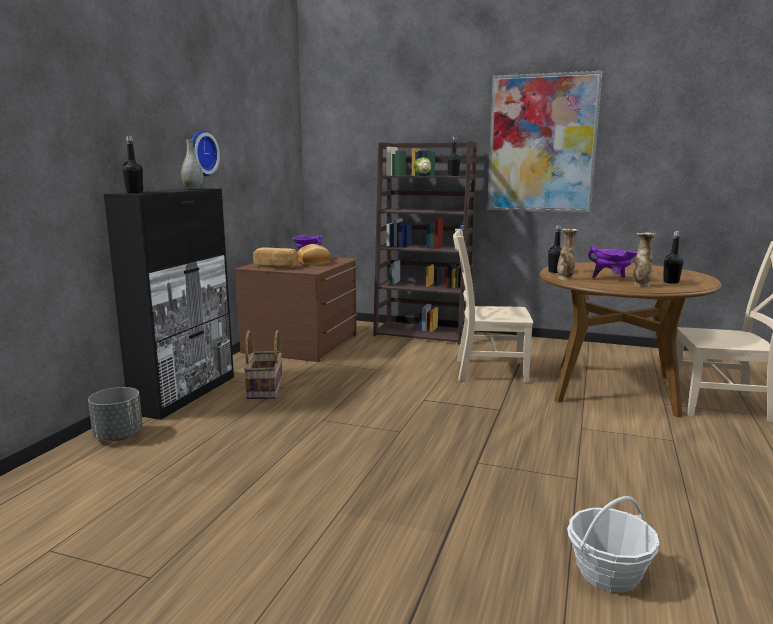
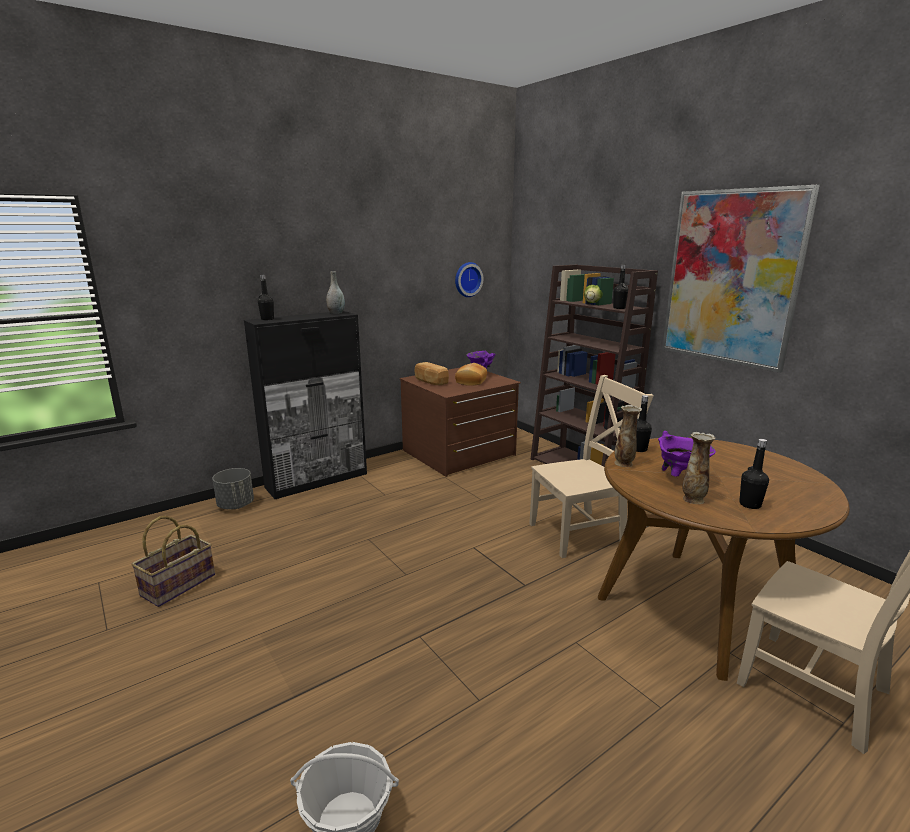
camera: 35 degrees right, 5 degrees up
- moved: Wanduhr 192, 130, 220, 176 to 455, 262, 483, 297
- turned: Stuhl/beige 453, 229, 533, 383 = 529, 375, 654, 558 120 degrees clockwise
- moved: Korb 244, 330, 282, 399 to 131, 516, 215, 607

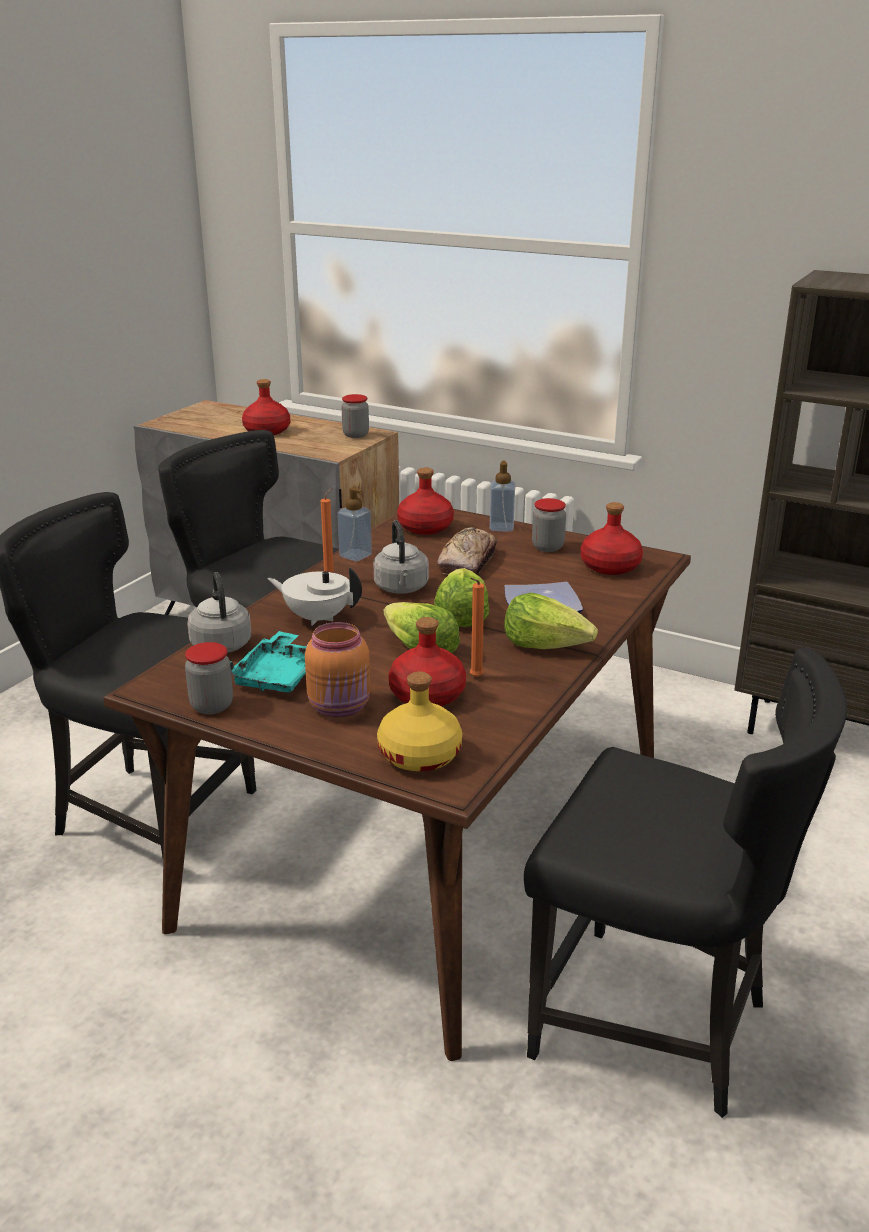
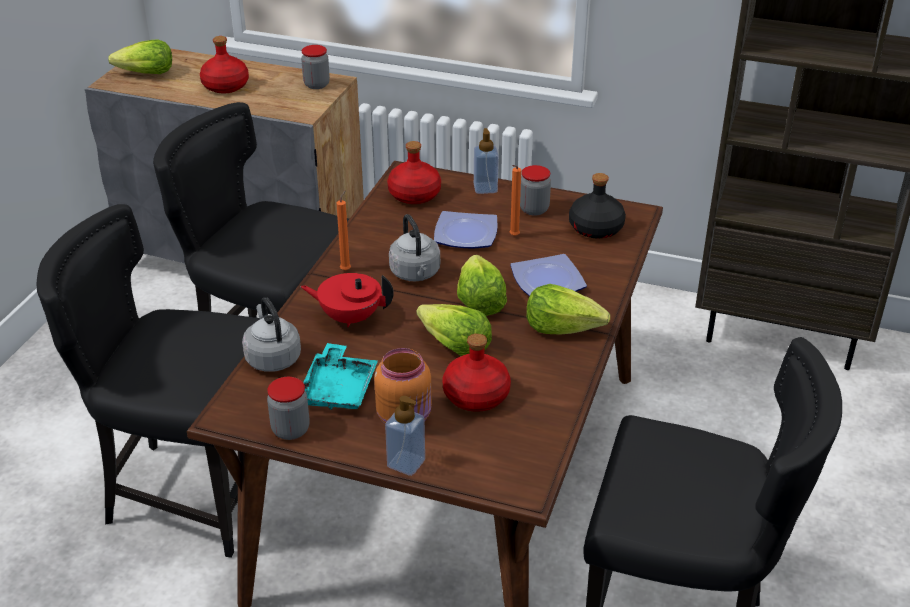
camera: 10 degrees left, 10 degrees up
- moved: Seifenspender 337, 487, 372, 562 to 385, 396, 425, 476
- recoloured: Flasche/rot 581, 502, 643, 575 to Flasche/schwarz 569, 173, 626, 238
- replaced: Brot 437, 527, 498, 575 to Teller 434, 211, 498, 249
- recoloured: Teekanne/weiß 267, 568, 362, 626 to Teekanne/rot 300, 273, 394, 327
- moved: Kerze/orange 470, 578, 484, 677 to 509, 165, 521, 236
- removed: Flasche/gelb 377, 671, 462, 771
- added: Salatkopf 108, 40, 172, 74

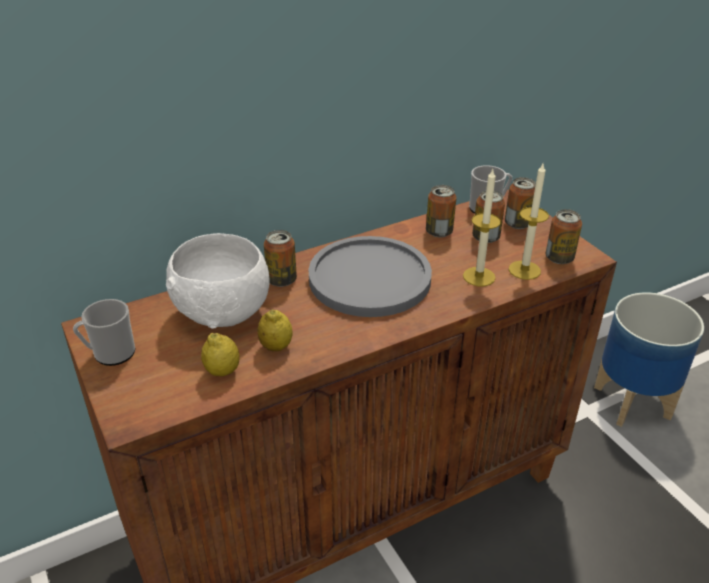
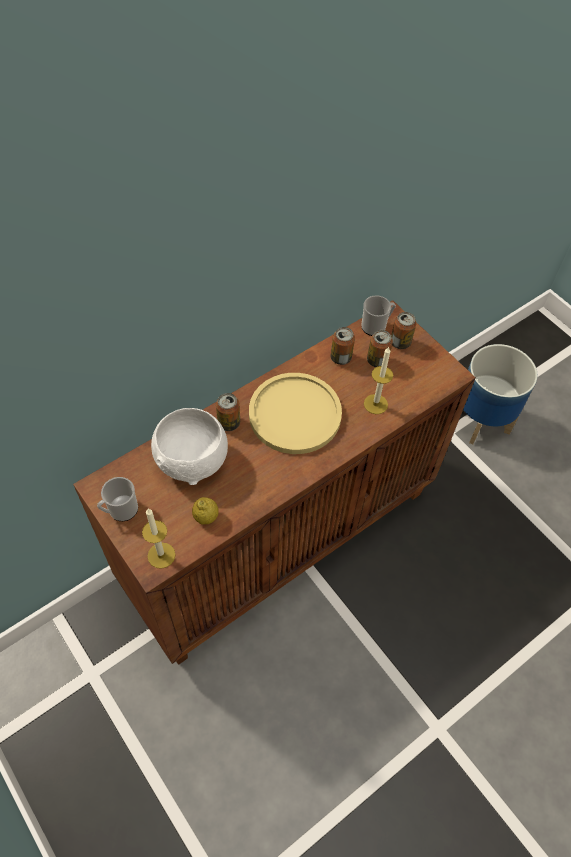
camera: 10 degrees left, 20 degrees up
- moved: Kerze 509, 164, 549, 280 to 142, 509, 176, 569
- removed: Dose 546, 209, 582, 264
- recoloured: Teller/grau 309, 236, 432, 317 to Teller/gelb 249, 373, 342, 454
- removed: Zitrone 258, 310, 293, 351

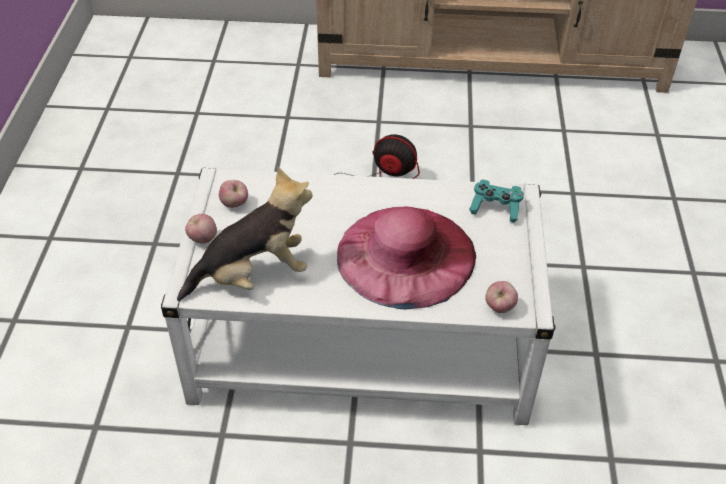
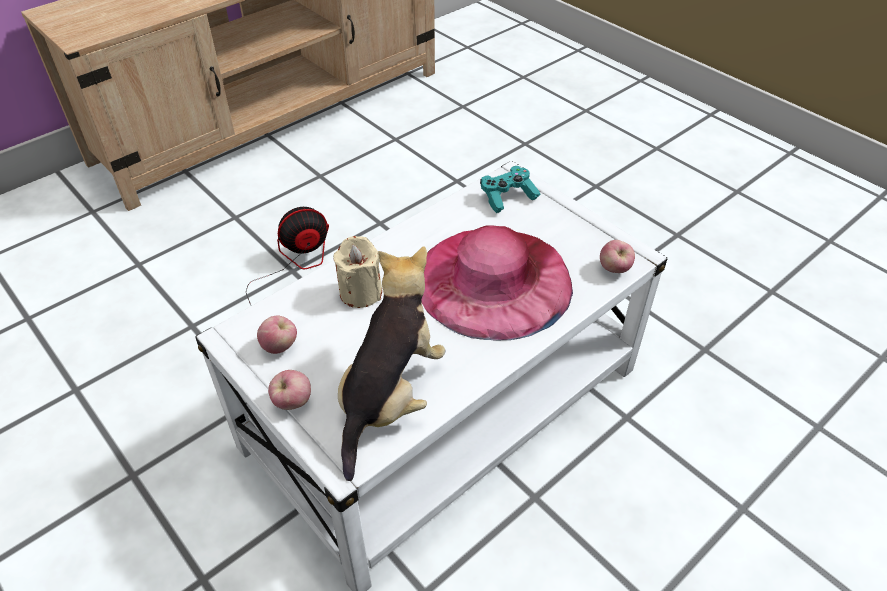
camera: 45 degrees left, 0 degrees up
- added: Kerze/beige 333, 236, 382, 308

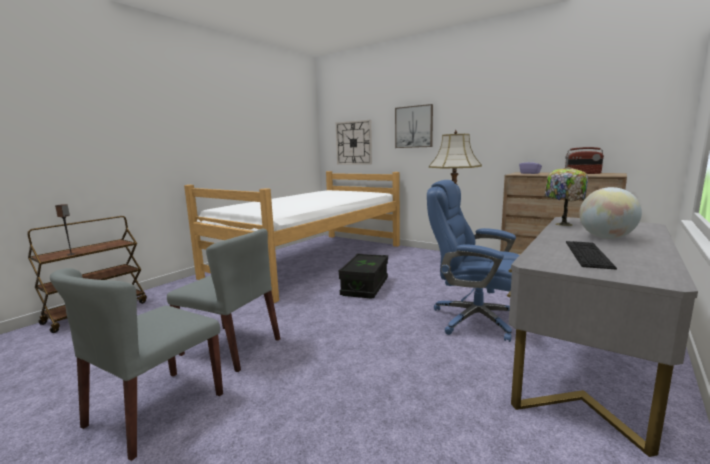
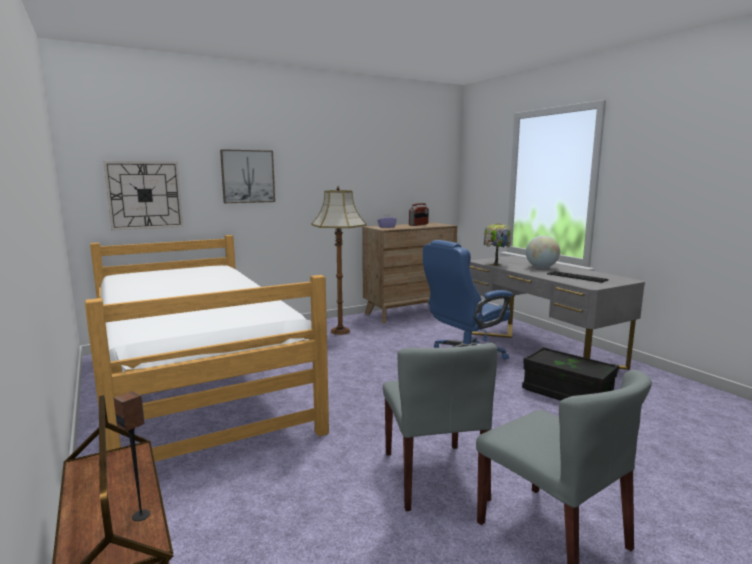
camera: 65 degrees left, 0 degrees up
- turned: Stuhl/grau 167, 228, 280, 372 = 383, 343, 497, 511 120 degrees clockwise
- moved: Aufbewahrungsbox/schwarz 339, 253, 388, 299 to 522, 347, 619, 401

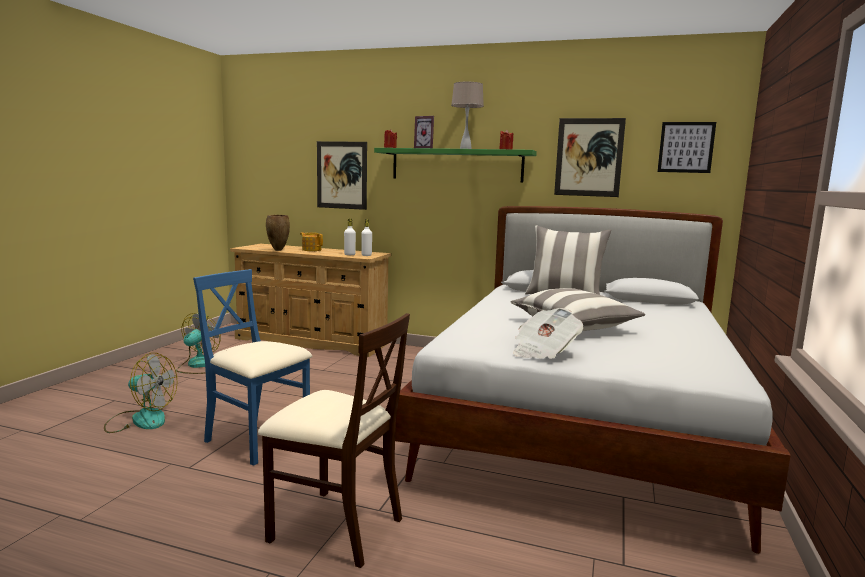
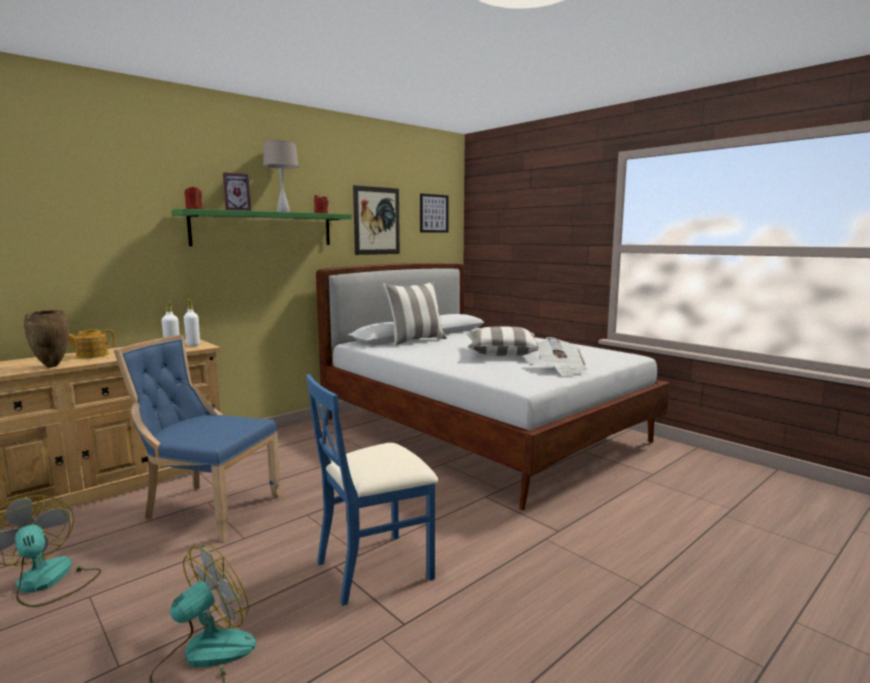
camera: 60 degrees left, 0 degrees up
- removed: Bild 317, 141, 367, 210
- removed: Stuhl/beige 258, 313, 410, 568
- added: Stuhl/blau 114, 335, 282, 542

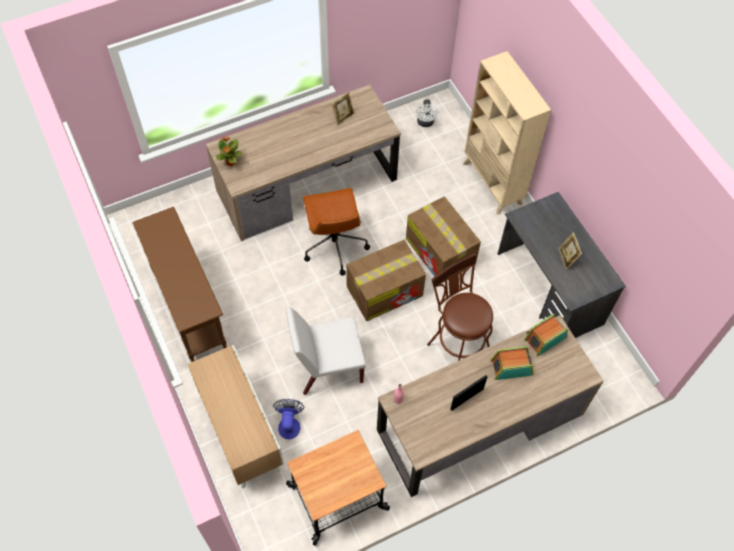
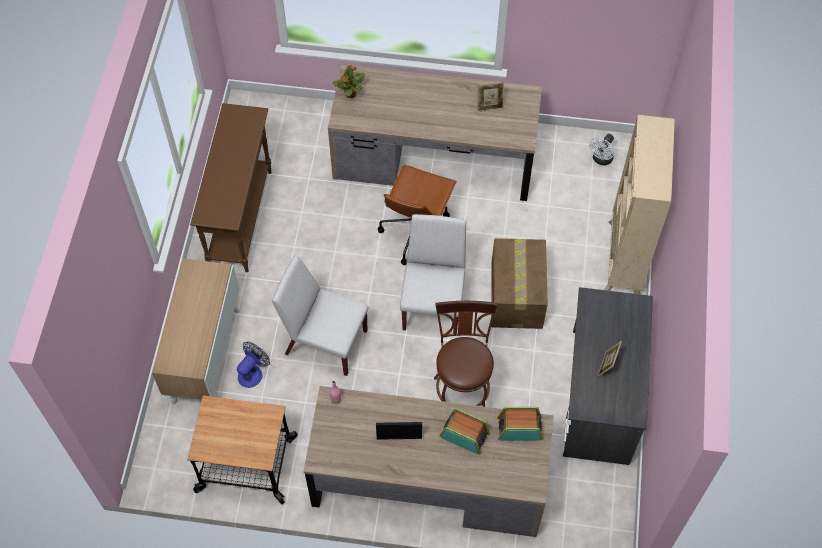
camera: 35 degrees right, 0 degrees up
- replaced: Karton 346, 240, 426, 321 to Stuhl/weiß 400, 214, 466, 333

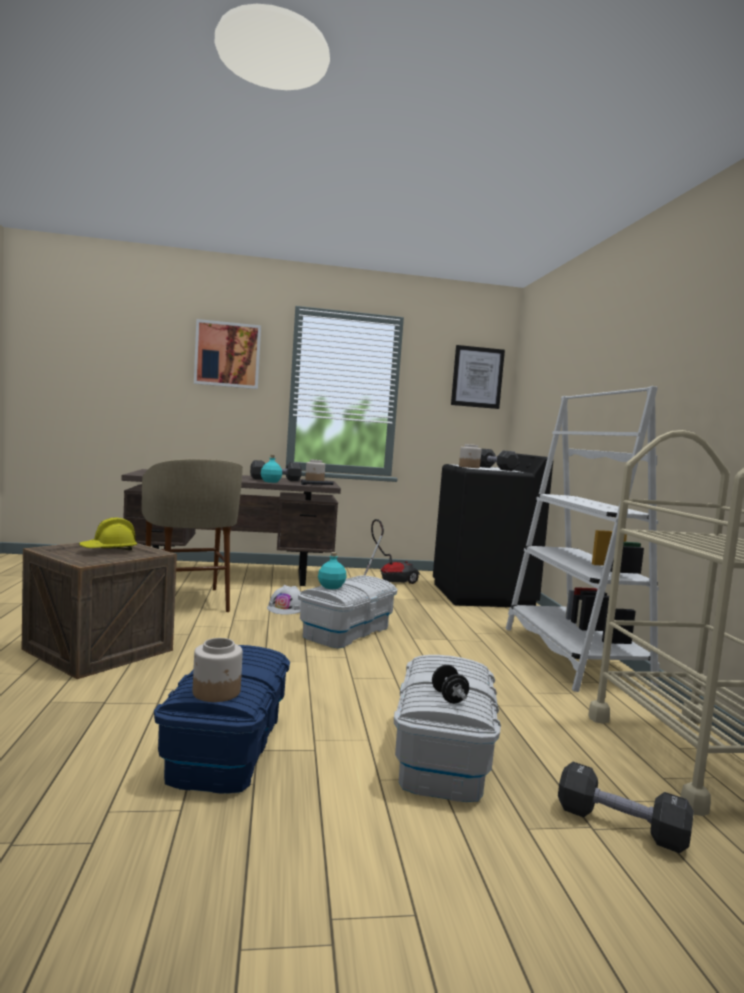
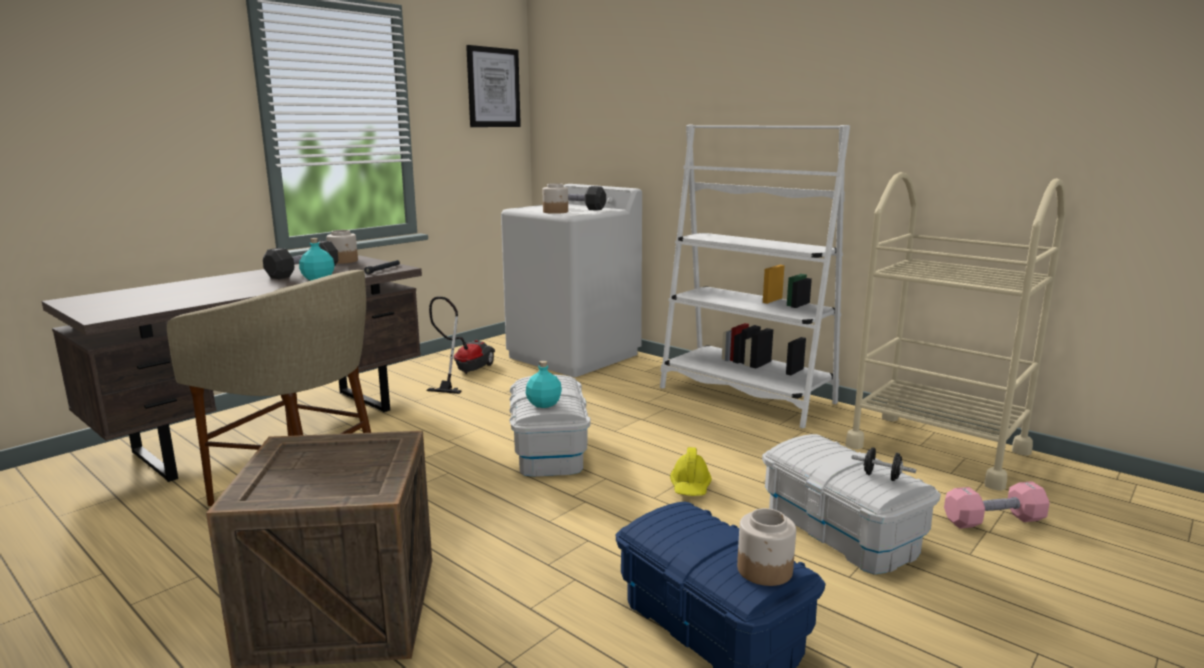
camera: 40 degrees left, 10 degrees up
- removed: Bild 194, 319, 261, 389
- recoloured: Waschmaschine/schwarz 433, 454, 553, 607 to Waschmaschine/weiß 501, 184, 642, 377
- moved: Schutzhelm/gelb 79, 518, 137, 550 to 670, 447, 712, 496
- removed: Schutzhelm/weiß 267, 585, 301, 615
- recoloured: Hantel/schwarz 558, 762, 694, 853 to Hantel/rosa 944, 481, 1050, 529

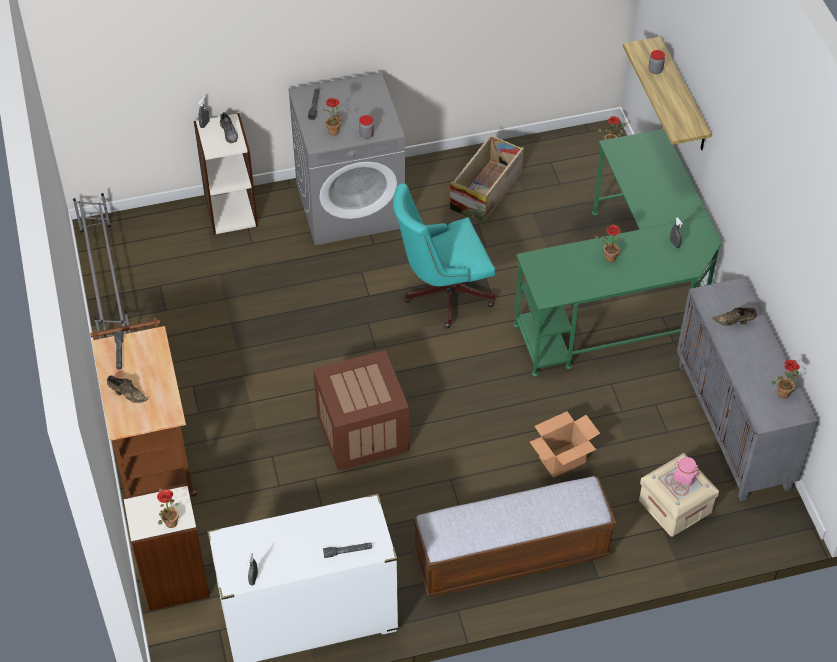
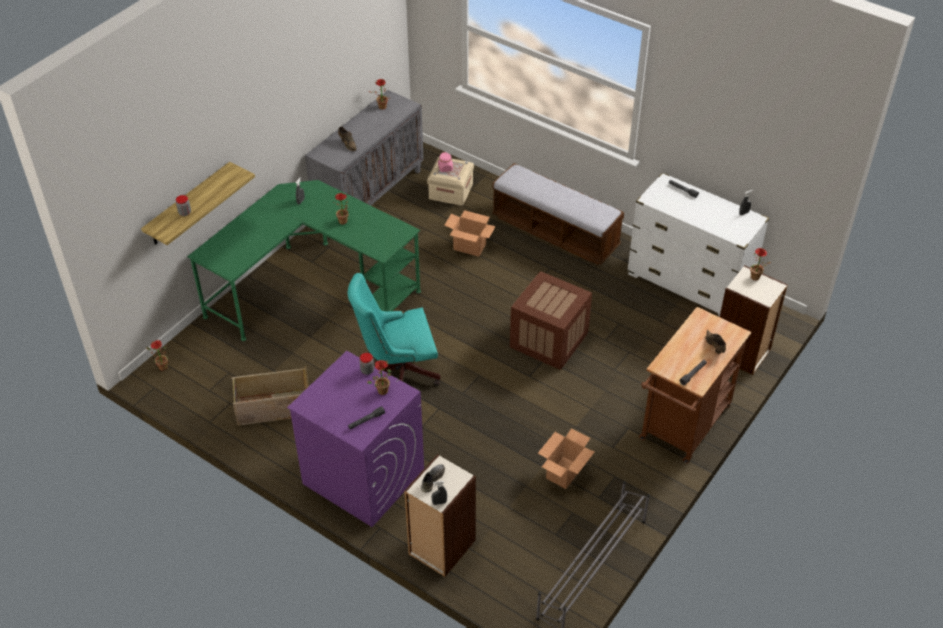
camera: 130 degrees left, 5 degrees down
- recoloured: Waschmaschine/grau 288, 72, 405, 245 to Waschmaschine/lila 287, 351, 424, 527
- turned: Bürostuhl/türkis 393, 183, 495, 328 = 348, 273, 440, 386 135 degrees clockwise
- added: Karton 538, 428, 594, 489

